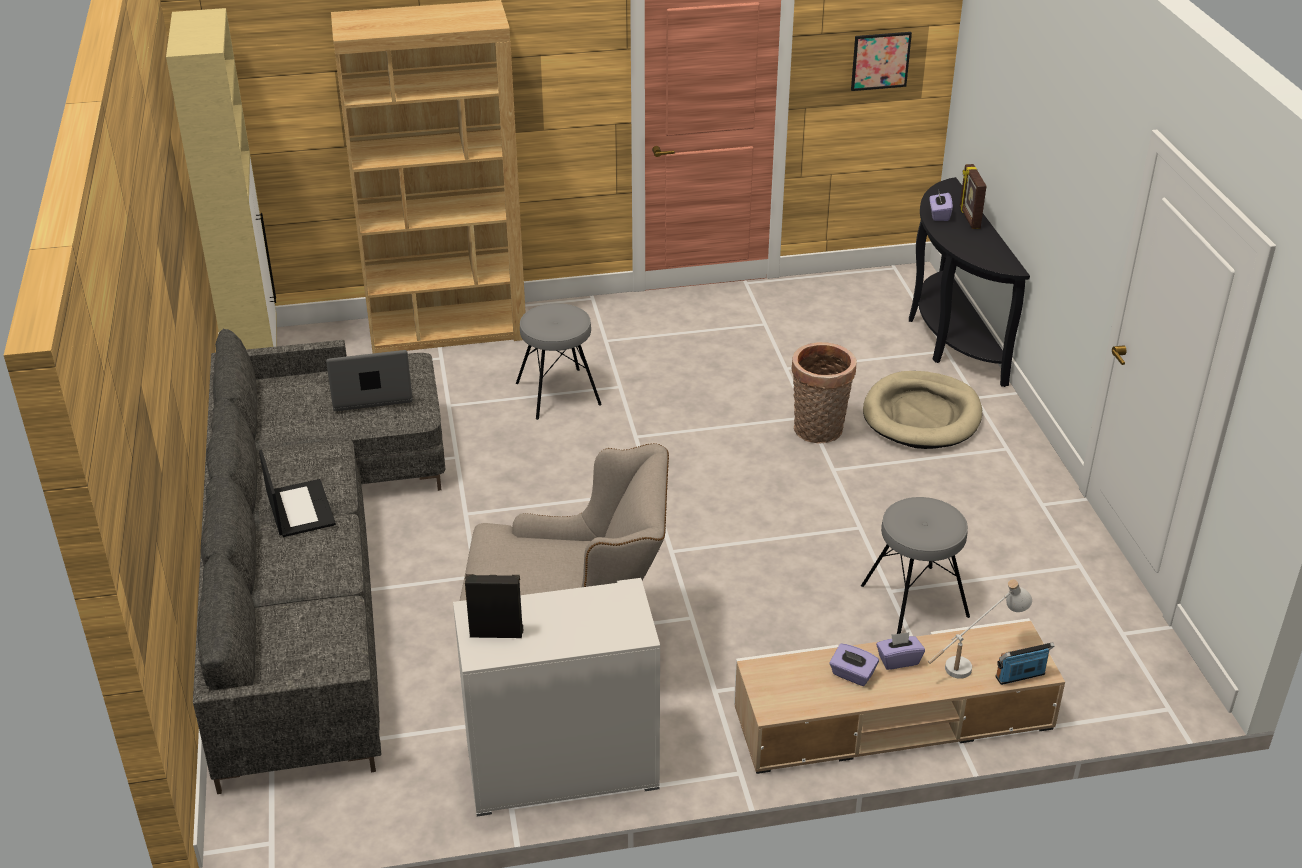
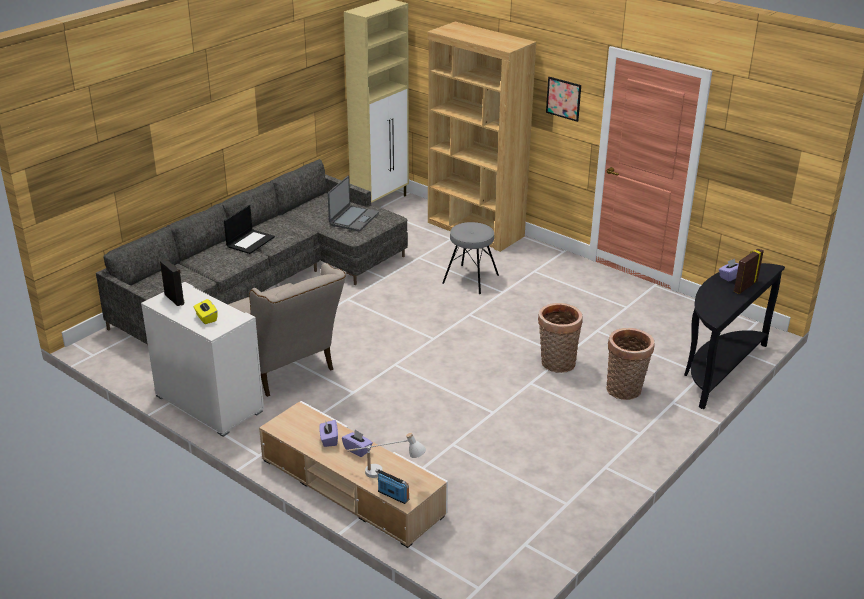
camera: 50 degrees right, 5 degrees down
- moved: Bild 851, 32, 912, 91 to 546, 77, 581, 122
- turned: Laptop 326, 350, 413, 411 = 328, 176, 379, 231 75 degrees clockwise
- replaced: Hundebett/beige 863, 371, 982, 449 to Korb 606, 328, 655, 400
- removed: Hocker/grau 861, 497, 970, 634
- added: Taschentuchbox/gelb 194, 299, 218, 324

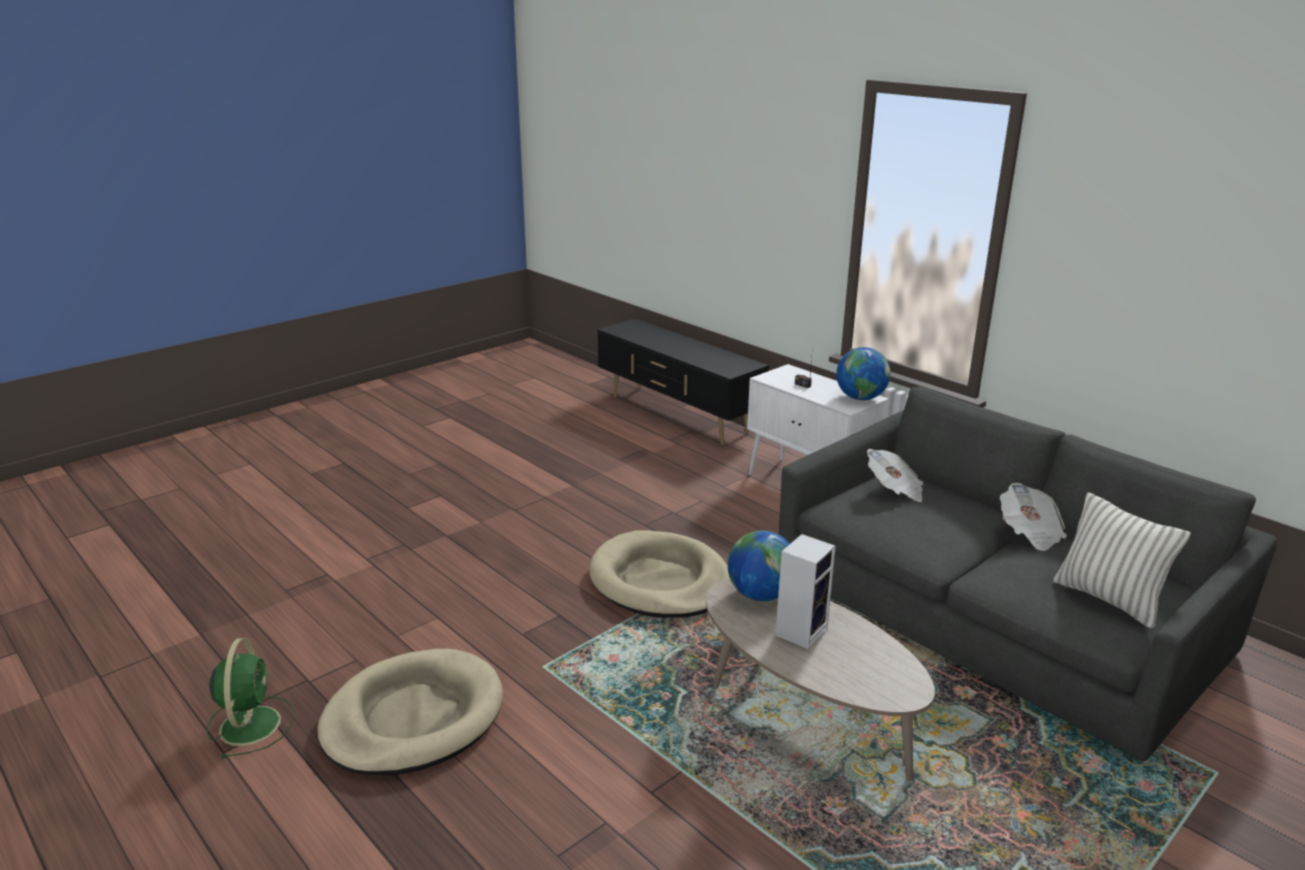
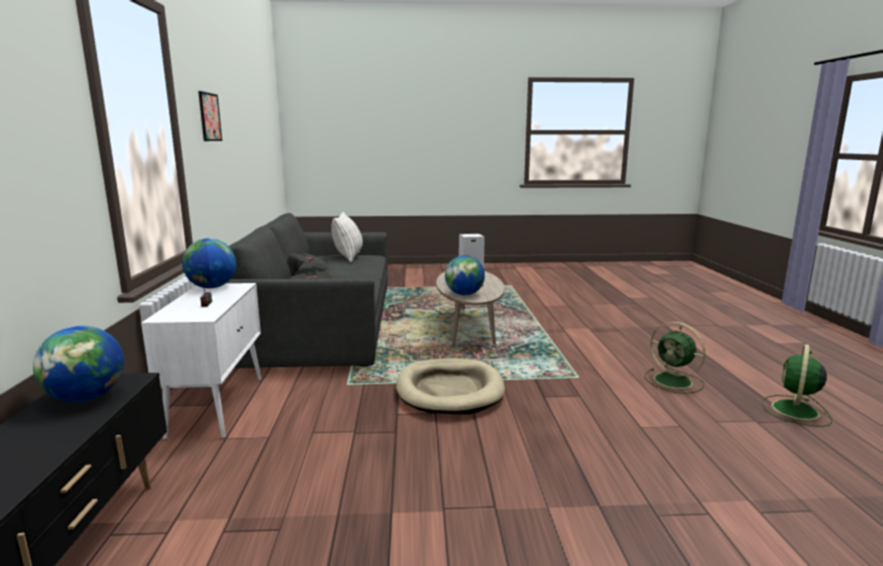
camera: 140 degrees left, 10 degrees down
- replaced: Hundebett/beige 318, 649, 503, 775 to Ventilator/grün 644, 322, 705, 394
- added: Bild 198, 91, 222, 141
- added: Globus 33, 326, 124, 402

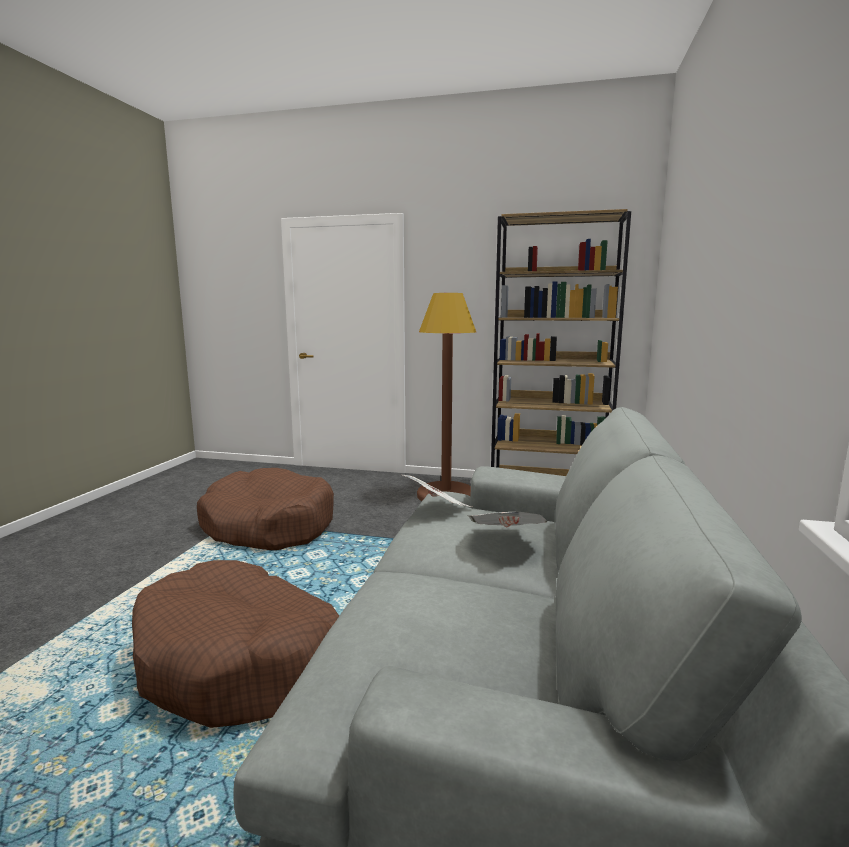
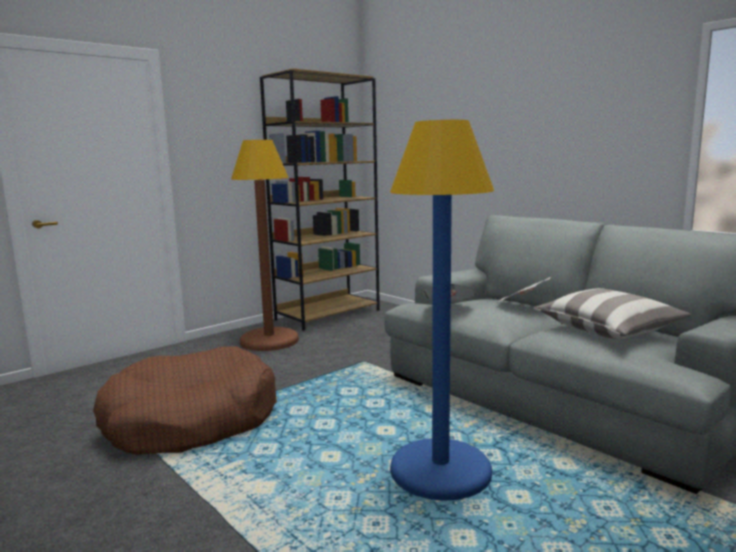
camera: 55 degrees left, 0 degrees up
- replaced: Hundebett/braun 132, 560, 339, 728 to Stehlampe/blau 390, 120, 494, 501
- added: Kissen 534, 288, 691, 339

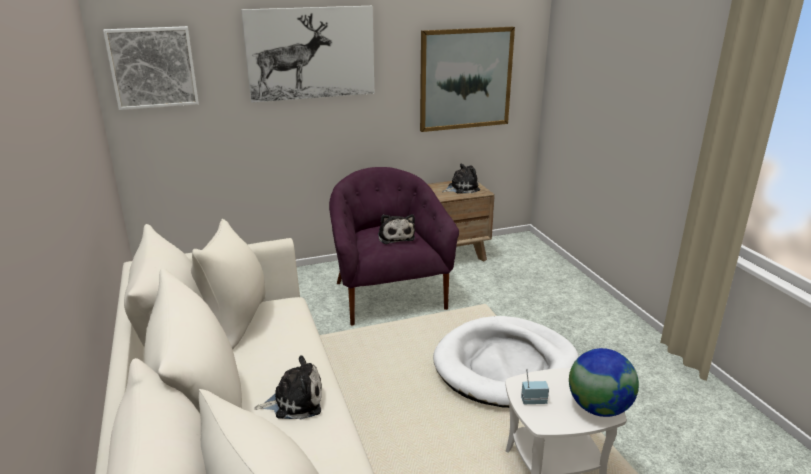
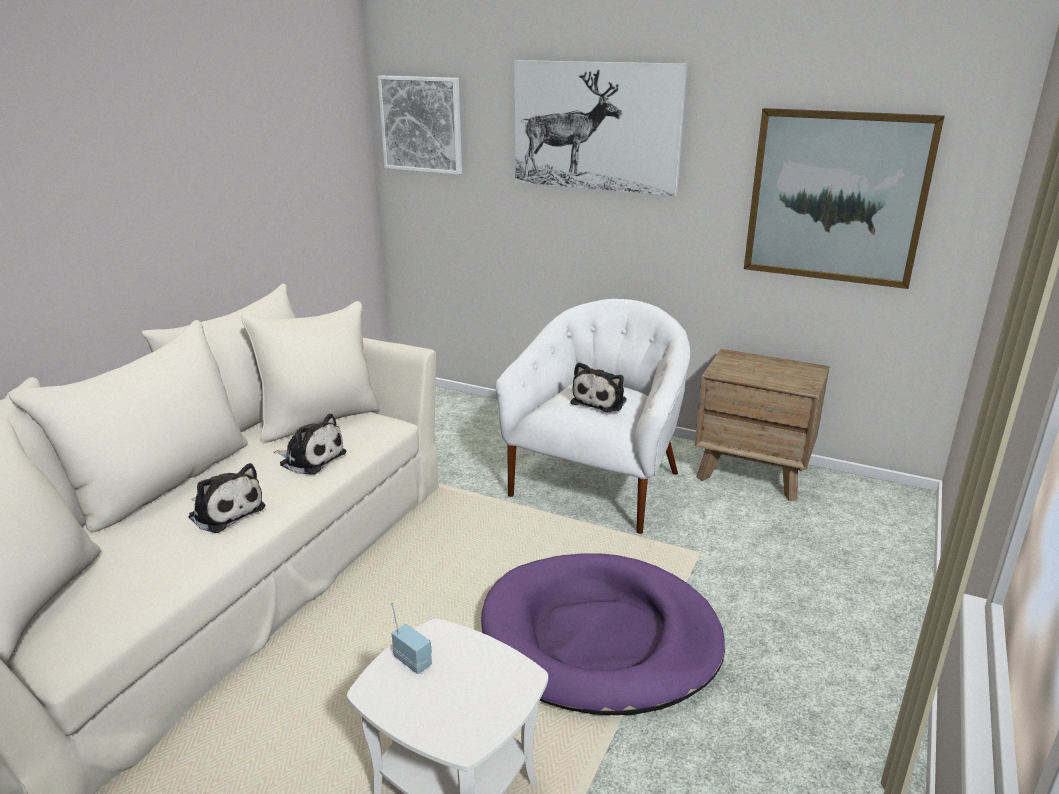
camera: 45 degrees right, 0 degrees up
- moved: Plüschtier 442, 164, 480, 194 to 274, 414, 346, 475
- recoloured: Sessel/lila 329, 167, 459, 326 to Sessel/weiß 495, 299, 690, 534
- recoloured: Hundebett/weiß 433, 316, 579, 408 to Hundebett/lila 481, 553, 725, 715
- removed: Globus 569, 348, 639, 417

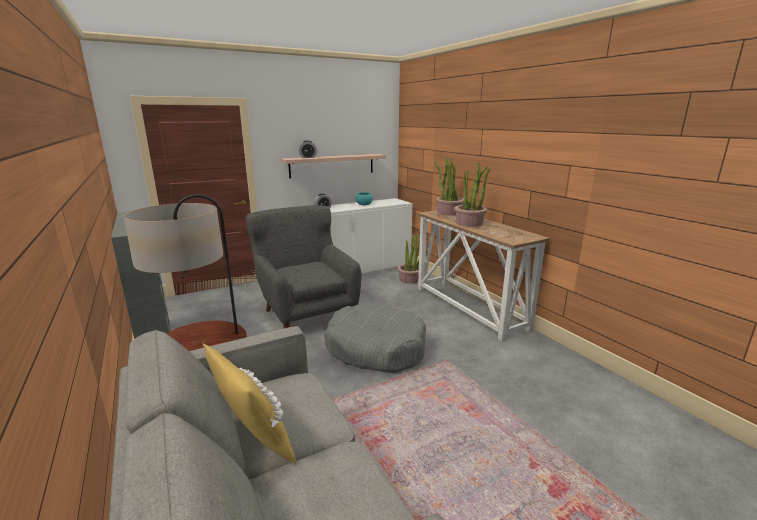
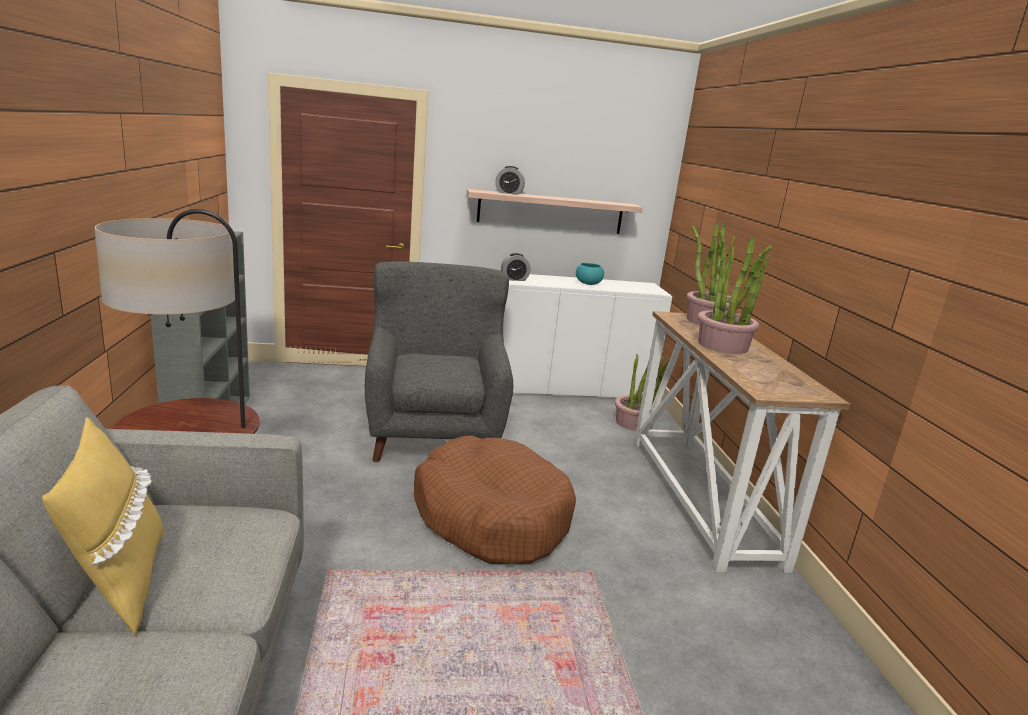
camera: 20 degrees right, 0 degrees up
- recoloured: Hundebett/grau 324, 303, 426, 373 to Hundebett/braun 414, 435, 576, 564

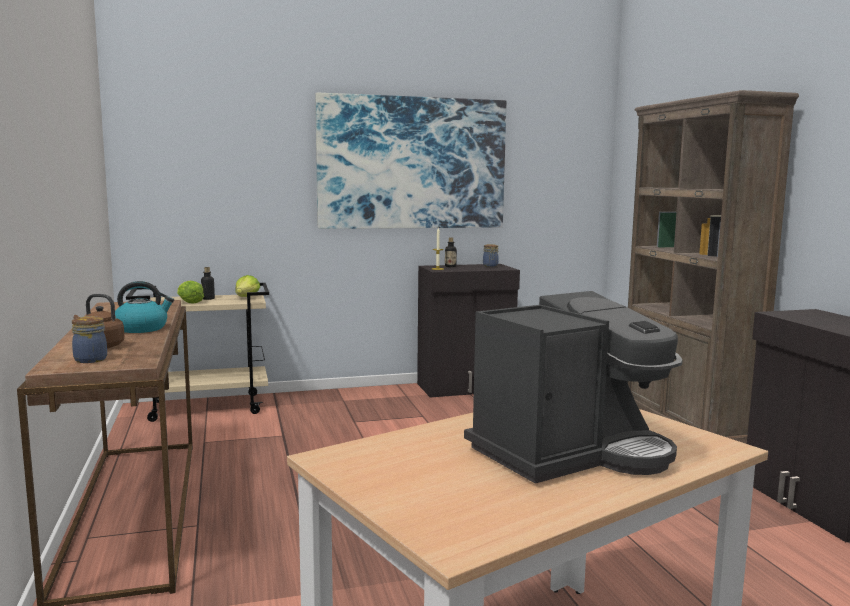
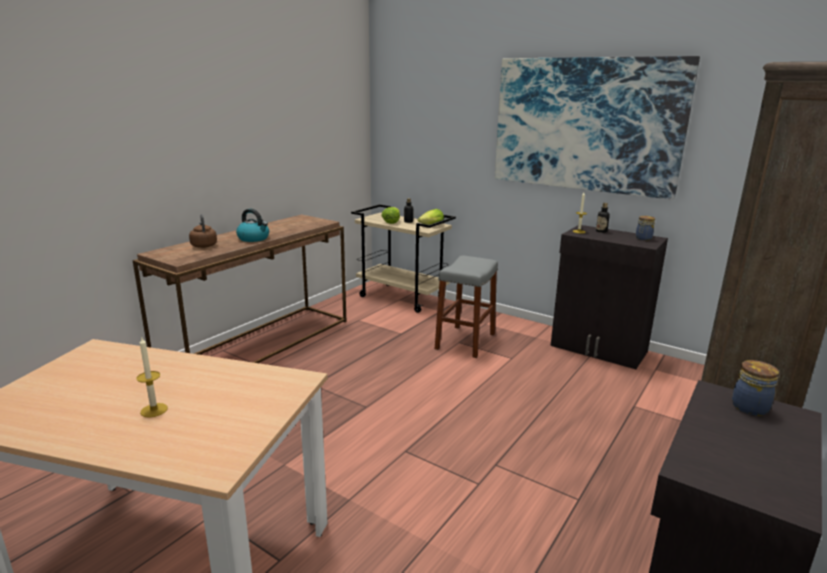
camera: 50 degrees right, 10 degrees up
- replaced: Kaffeemaschine 464, 291, 682, 484 to Kerze 136, 338, 168, 418
- moved: Vorratsglas 72, 316, 107, 363 to 732, 360, 779, 416
- added: Hocker/grau 435, 256, 498, 358

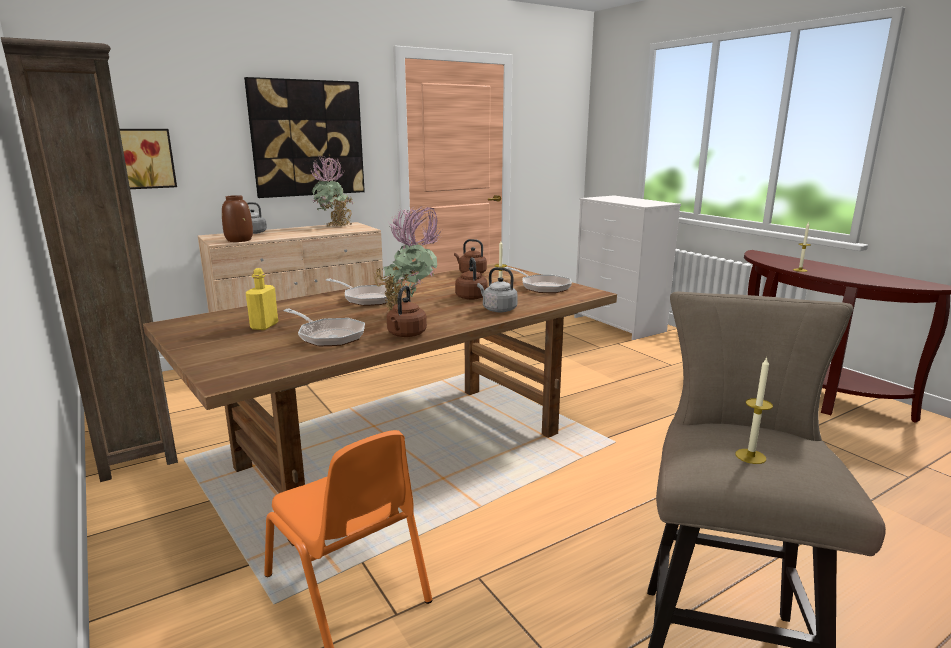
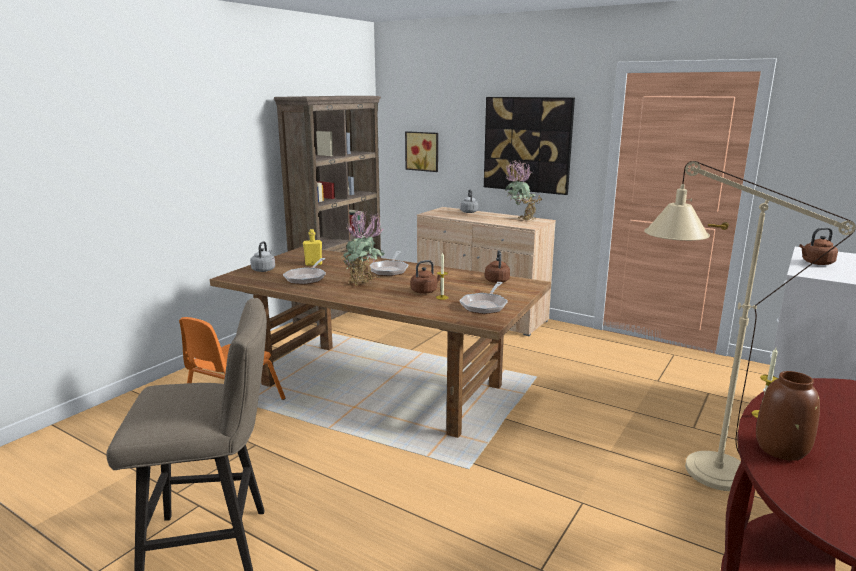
camera: 65 degrees right, 0 degrees up
- moved: Vase/braun 222, 195, 253, 242 to 756, 371, 820, 461
- moved: Wasserkessel/grau 477, 267, 518, 312 to 250, 241, 275, 272
- moved: Wasserkessel/braun 387, 285, 427, 337 to 799, 227, 838, 265
- removed: Kerze 736, 358, 773, 464
- added: Stehlampe/beige 644, 161, 856, 491

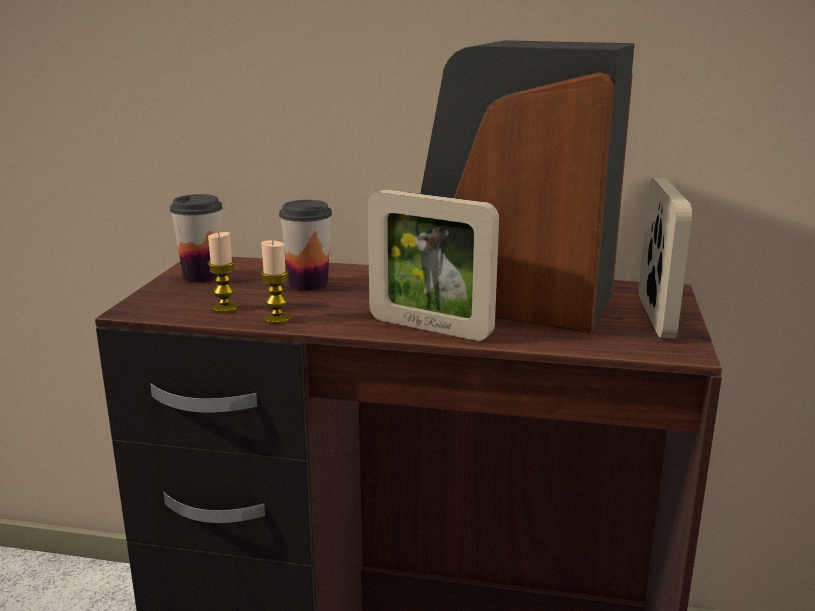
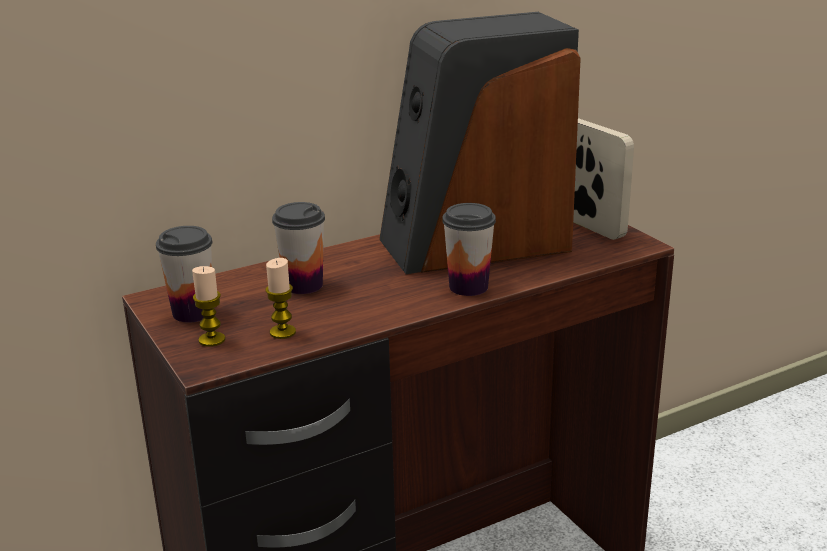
camera: 40 degrees left, 5 degrees up
- replaced: Bilderrahmen 368, 190, 499, 341 to Tasse 442, 203, 496, 296
- moved: Kerze 261, 240, 291, 324 to 192, 266, 226, 347

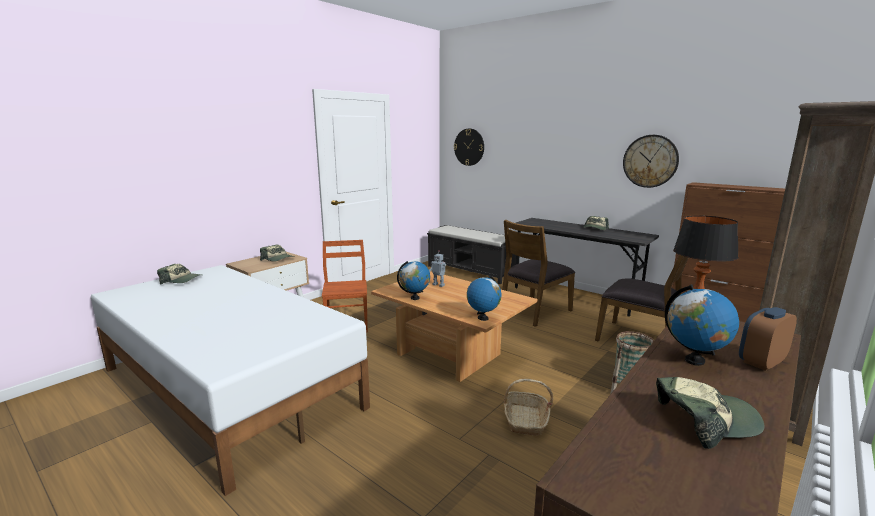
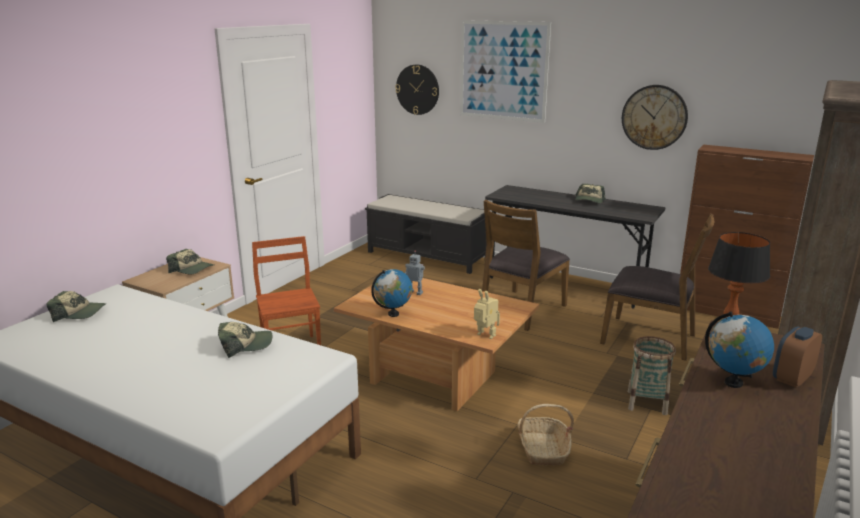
camera: 10 degrees left, 5 degrees up
- replaced: Globus 467, 275, 501, 321 to Spielzeugroboter 474, 289, 500, 339
- moved: Kappe 656, 377, 765, 449 to 218, 322, 272, 358
- added: Bild 460, 20, 551, 123

